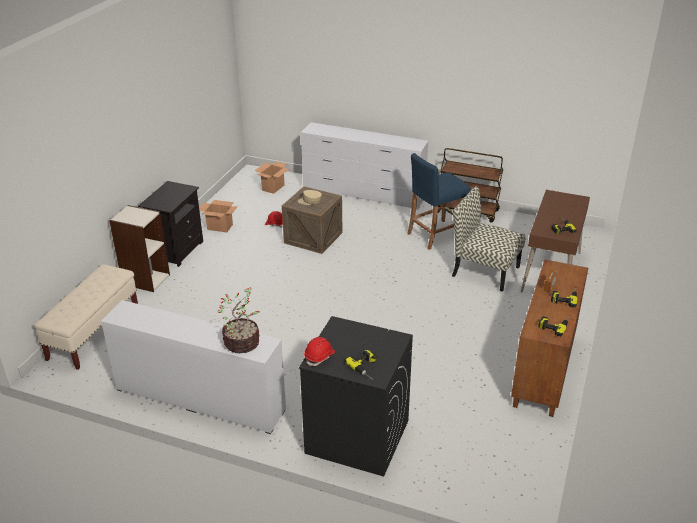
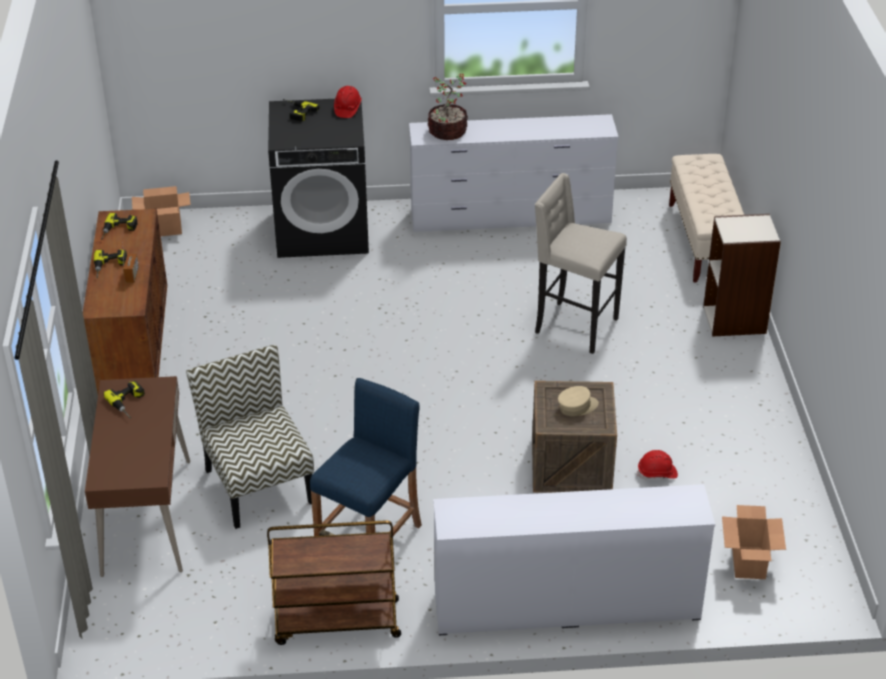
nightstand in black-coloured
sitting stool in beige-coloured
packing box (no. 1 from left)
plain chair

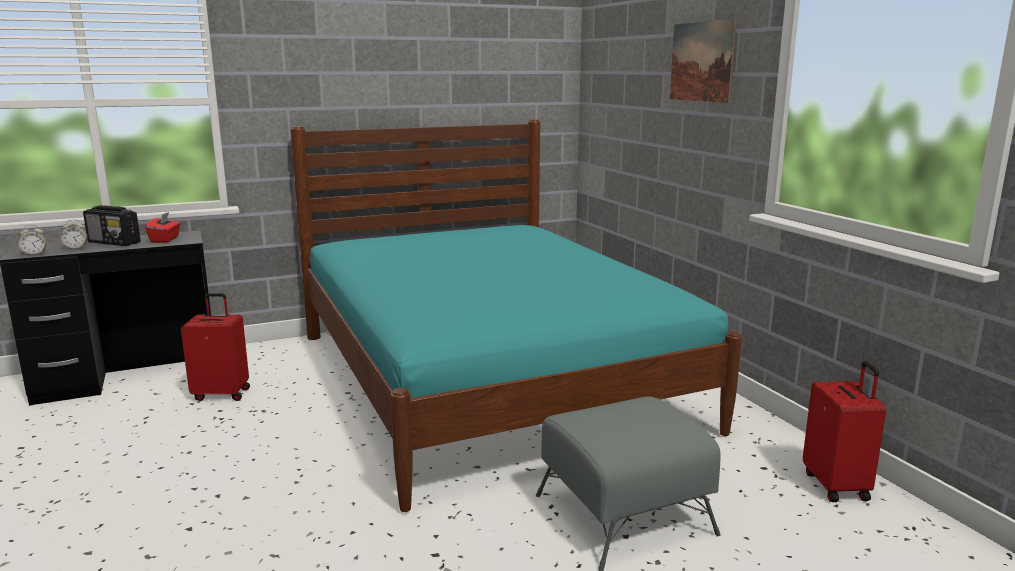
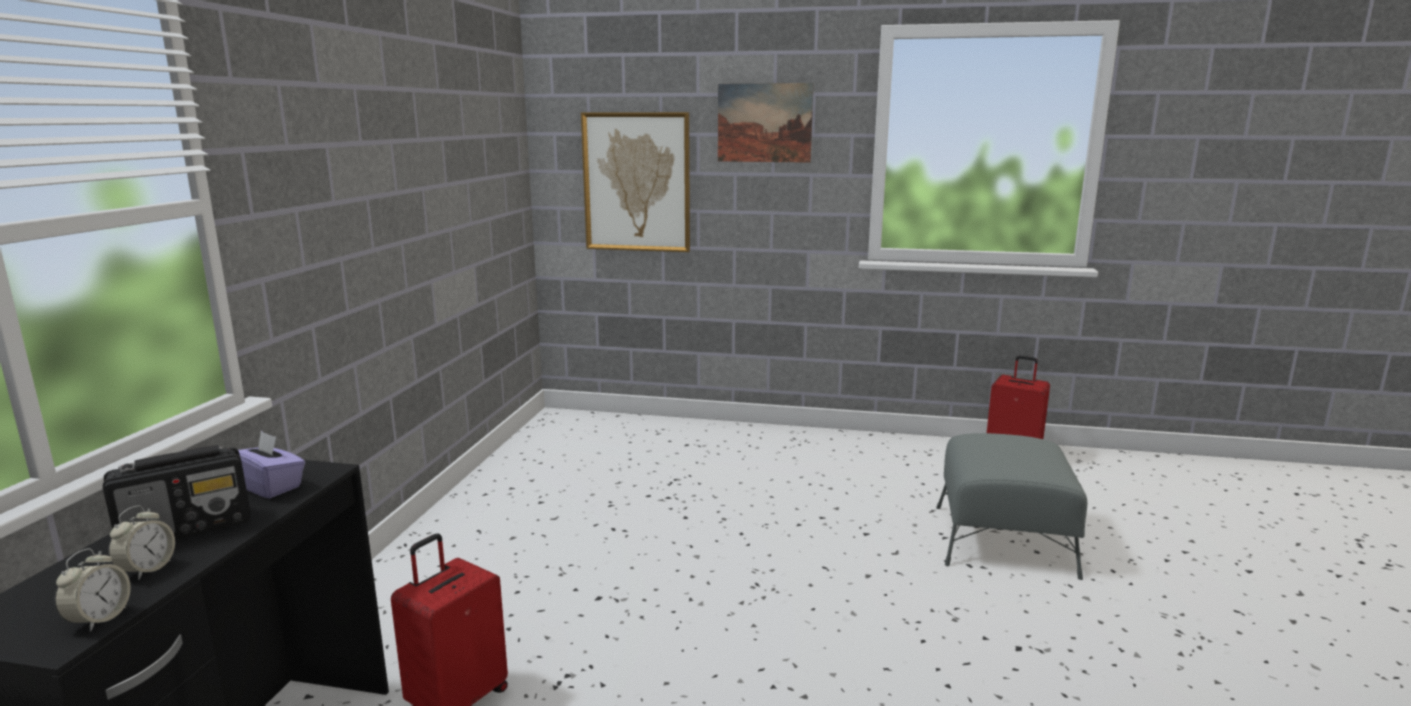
bed in turquoise
wall art (no. 1 from left)
box of tissues in purple-coloured

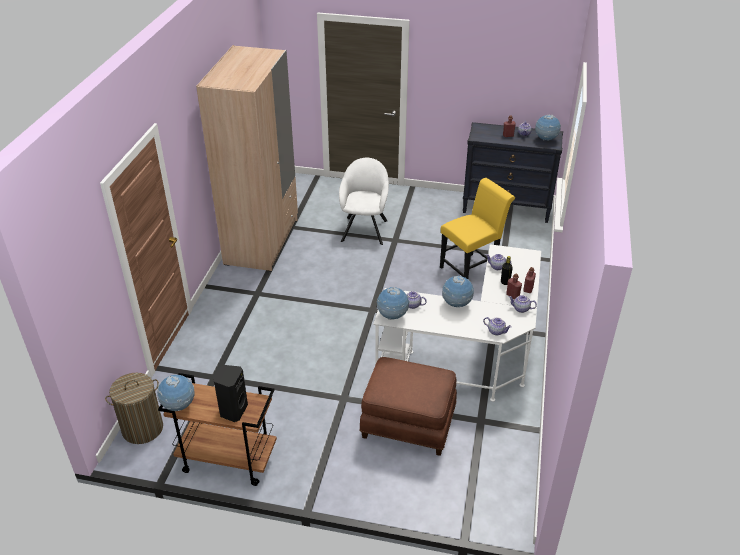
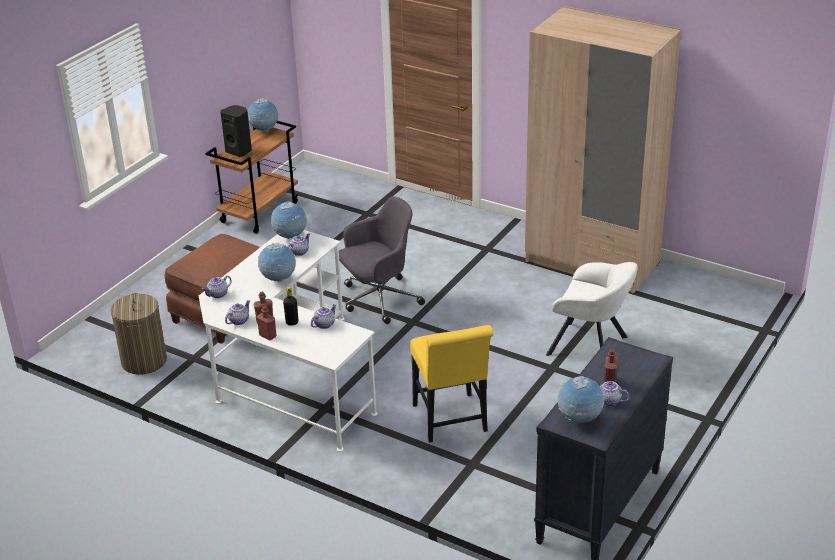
office chair in greyish
washing basket

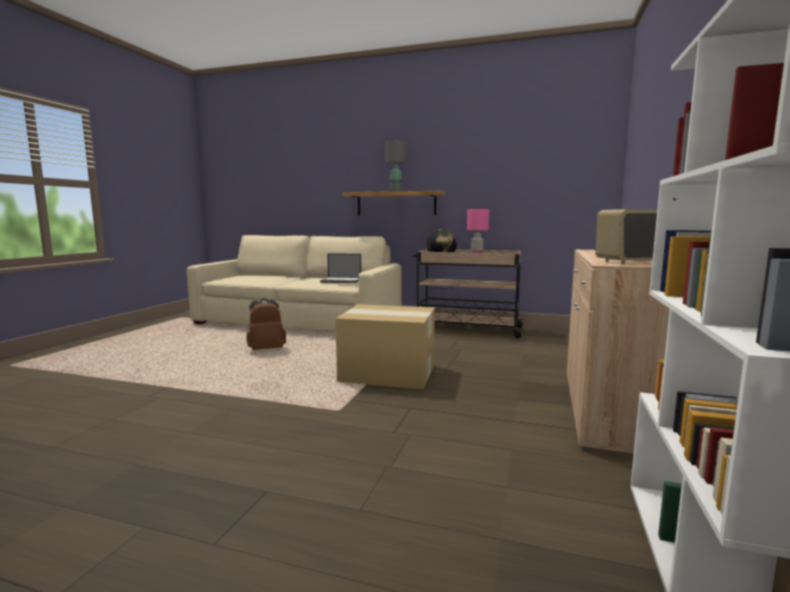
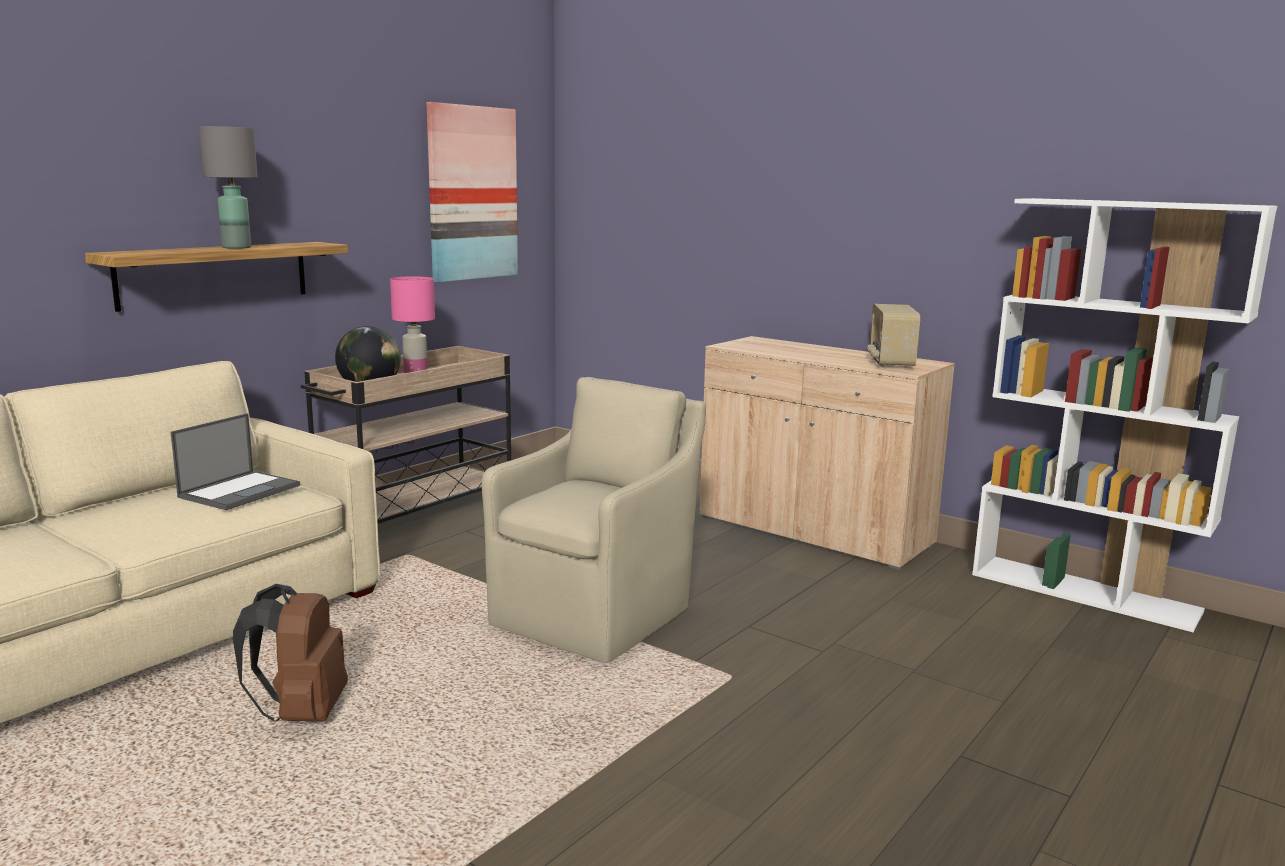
wall art
lounge chair in beige-coloured

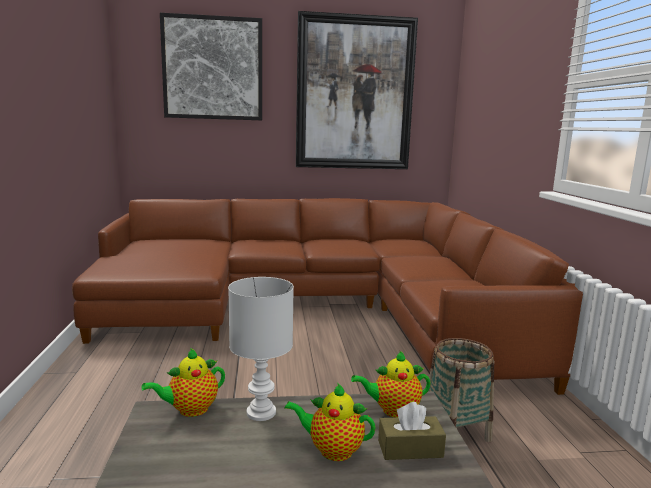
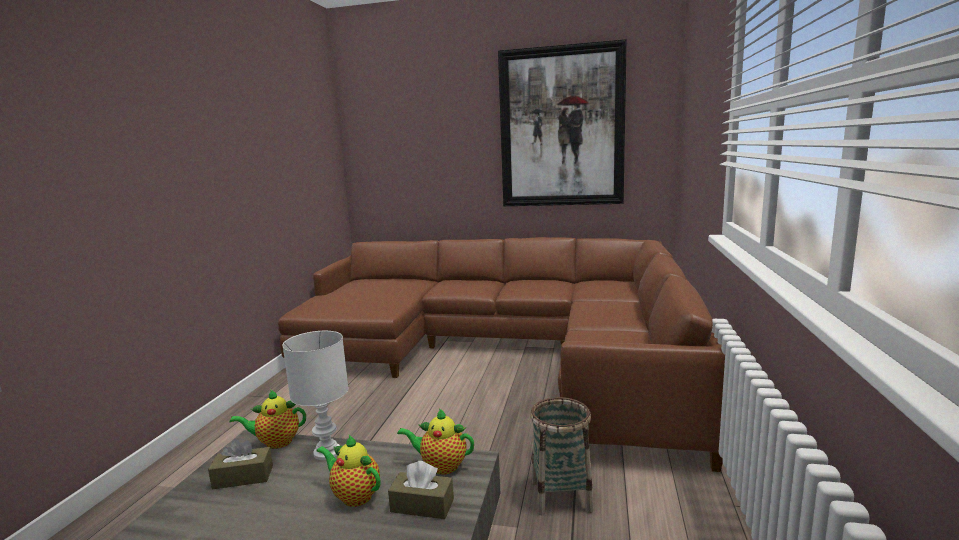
wall art (no. 1 from left in the first image)
box of tissues in brownish (no. 1 from left)

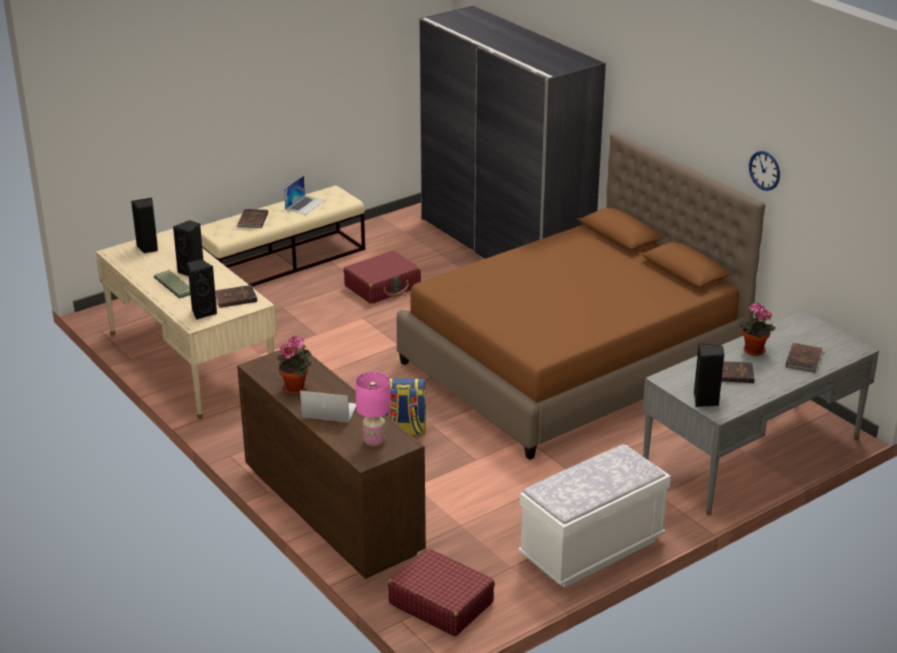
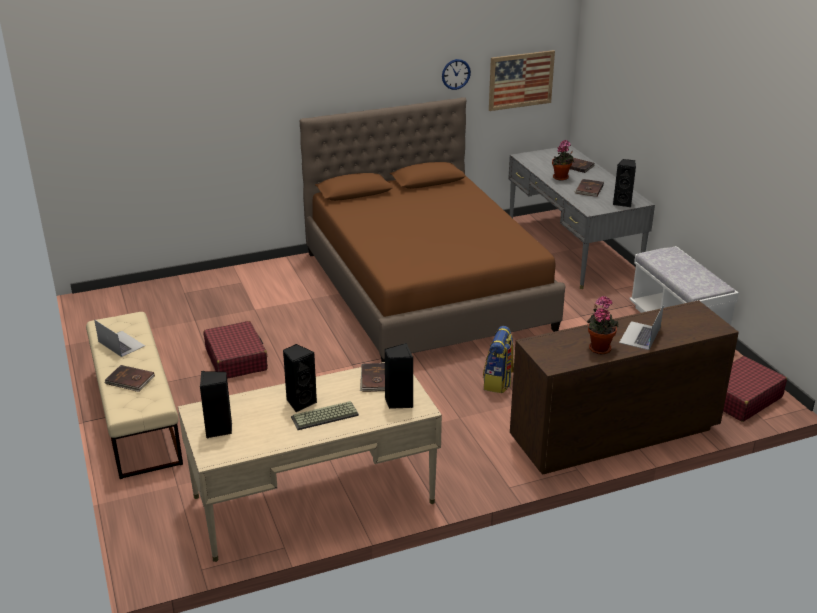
lamp for a table in pink-coloured
clothes cupboard in greyish
wall art

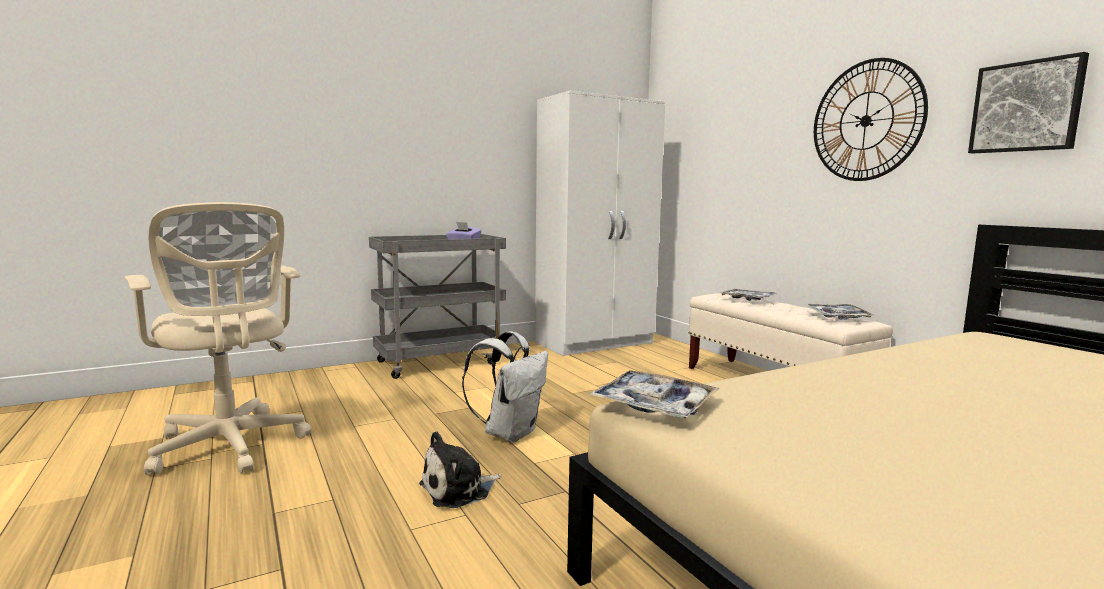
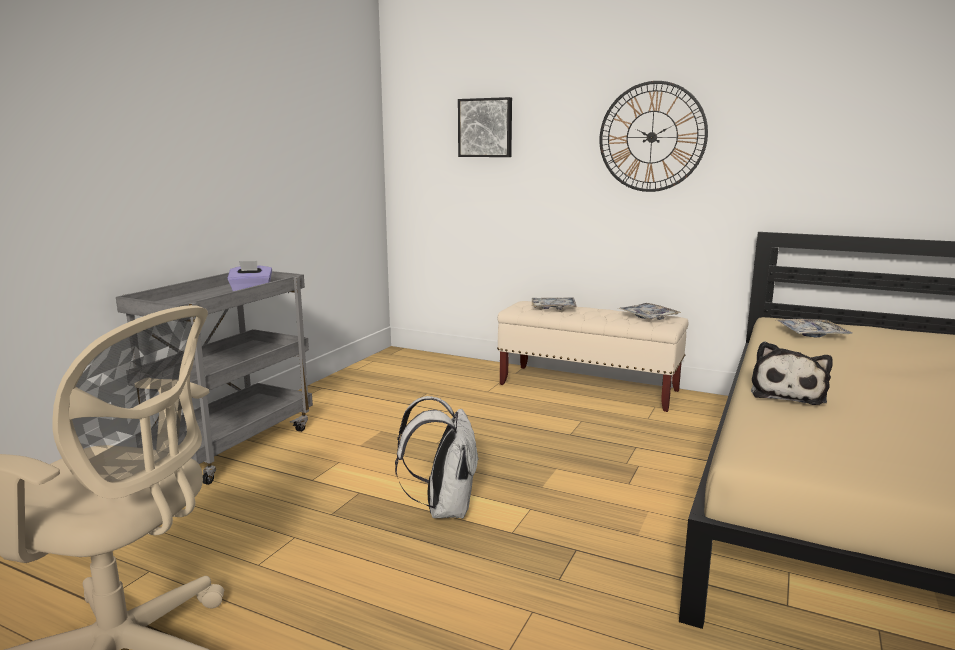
clothes cupboard in white
plush toy
serving tray (no. 3 from left)
wall art

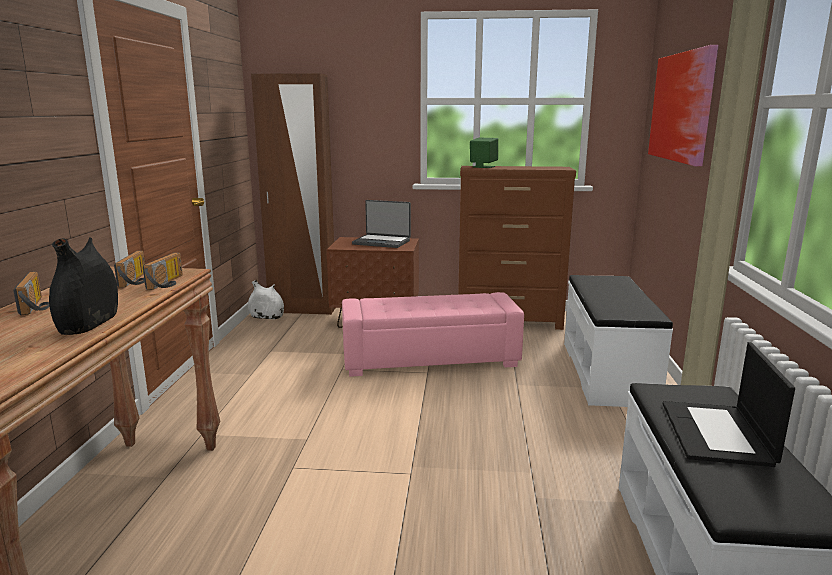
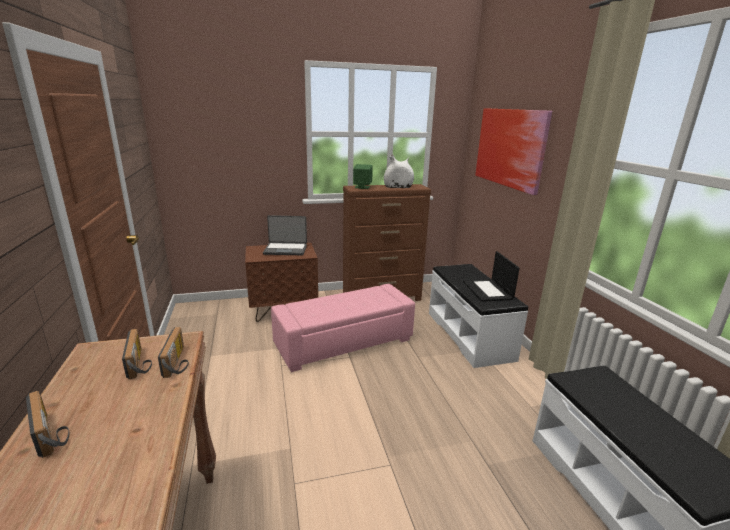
decorative vase in black-coloured
clothes cupboard in brownish
decorative vase in white
portable computer (no. 2 from left)

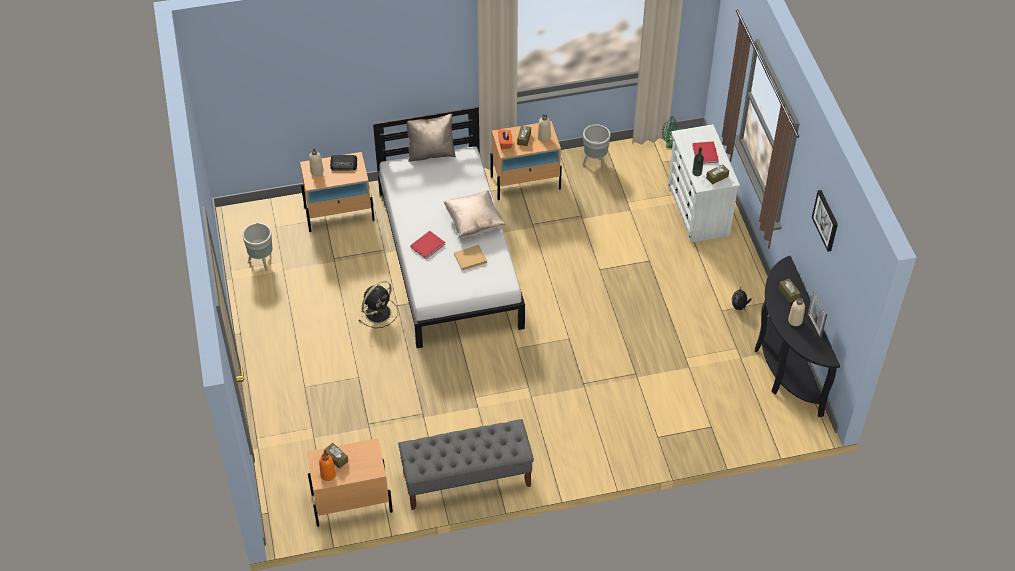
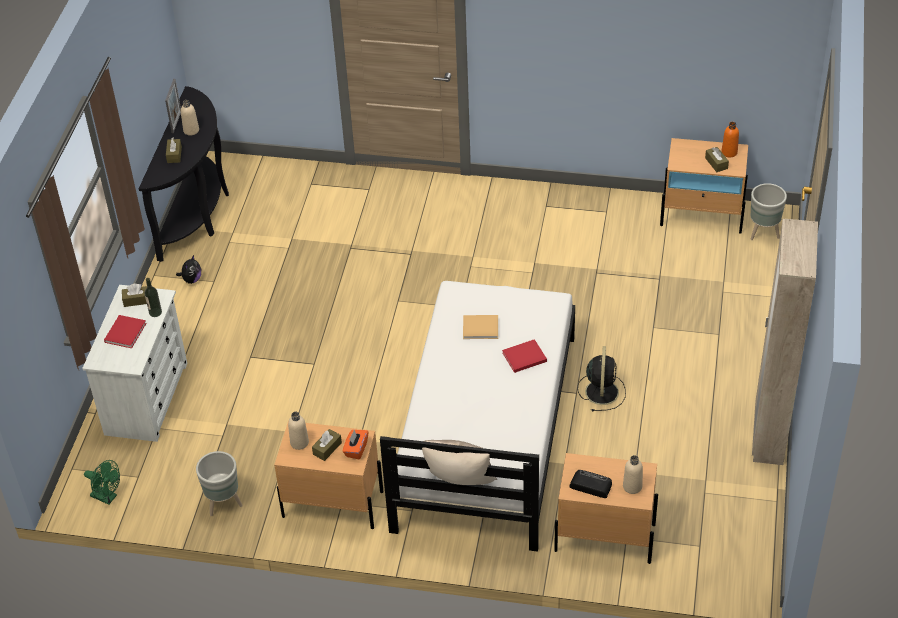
indoor bench in greyish
pillow in beige-coloured (no. 2 from left in the first image)
wall art
clothes cupboard in beige-coloured
plant pot in greyish (no. 2 from left)
fan in black-coloured

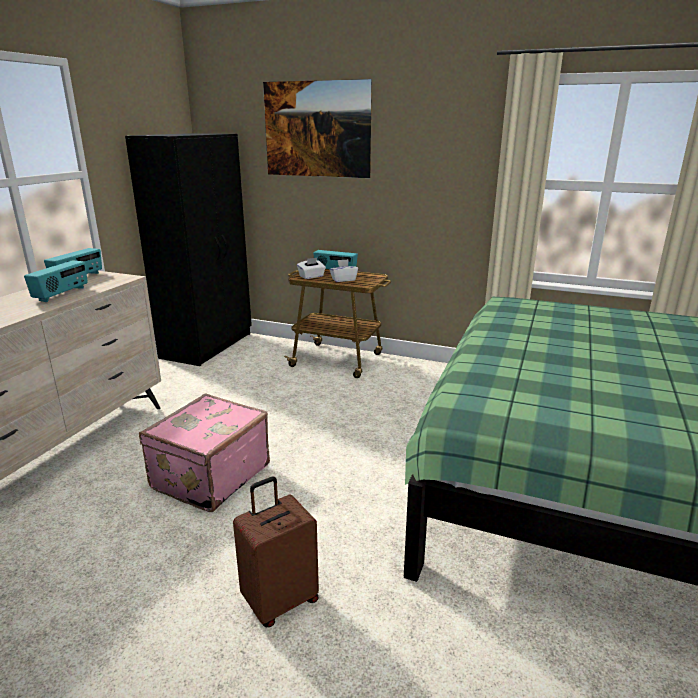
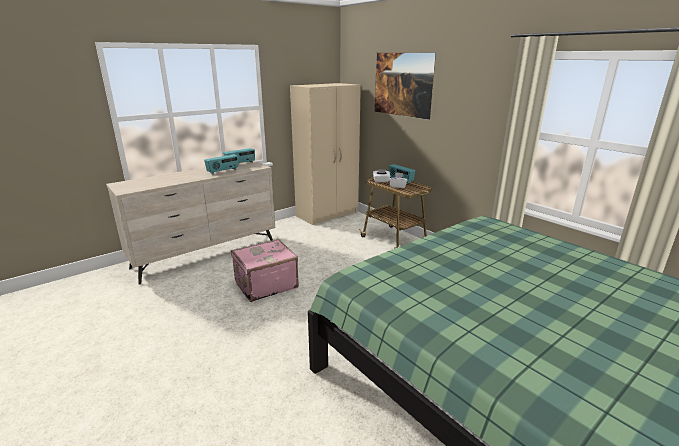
suitcase in brownish
clothes cupboard in beige-coloured

